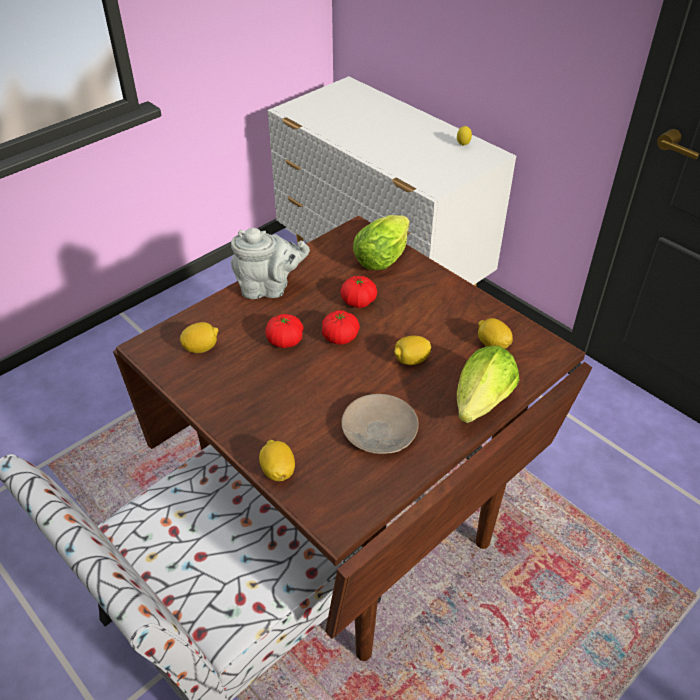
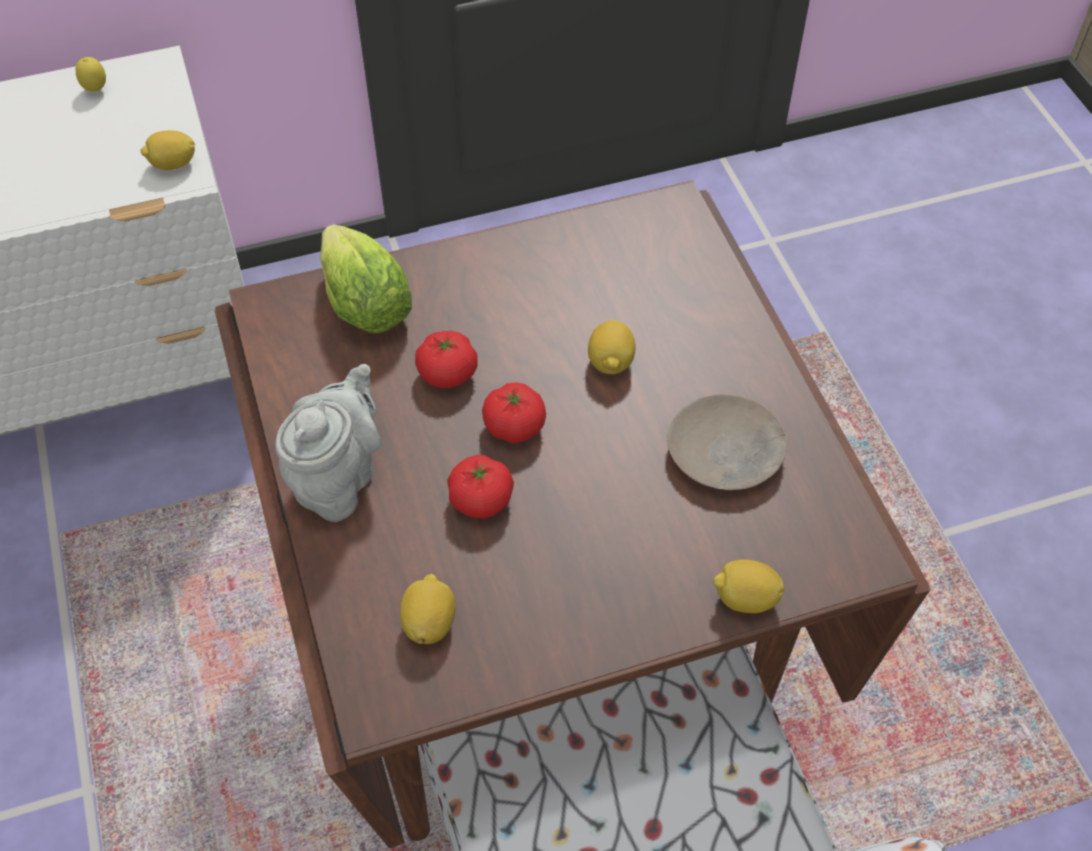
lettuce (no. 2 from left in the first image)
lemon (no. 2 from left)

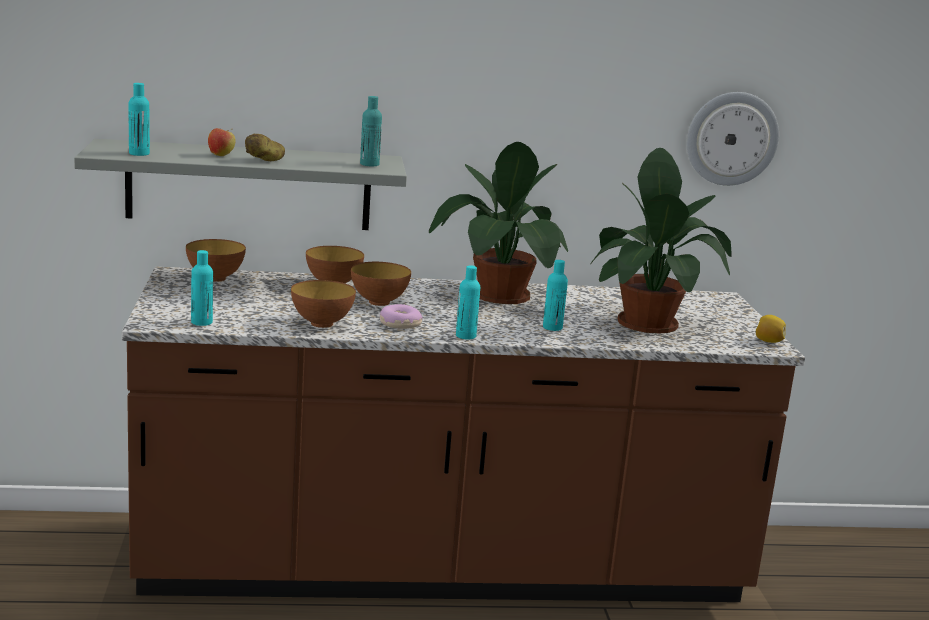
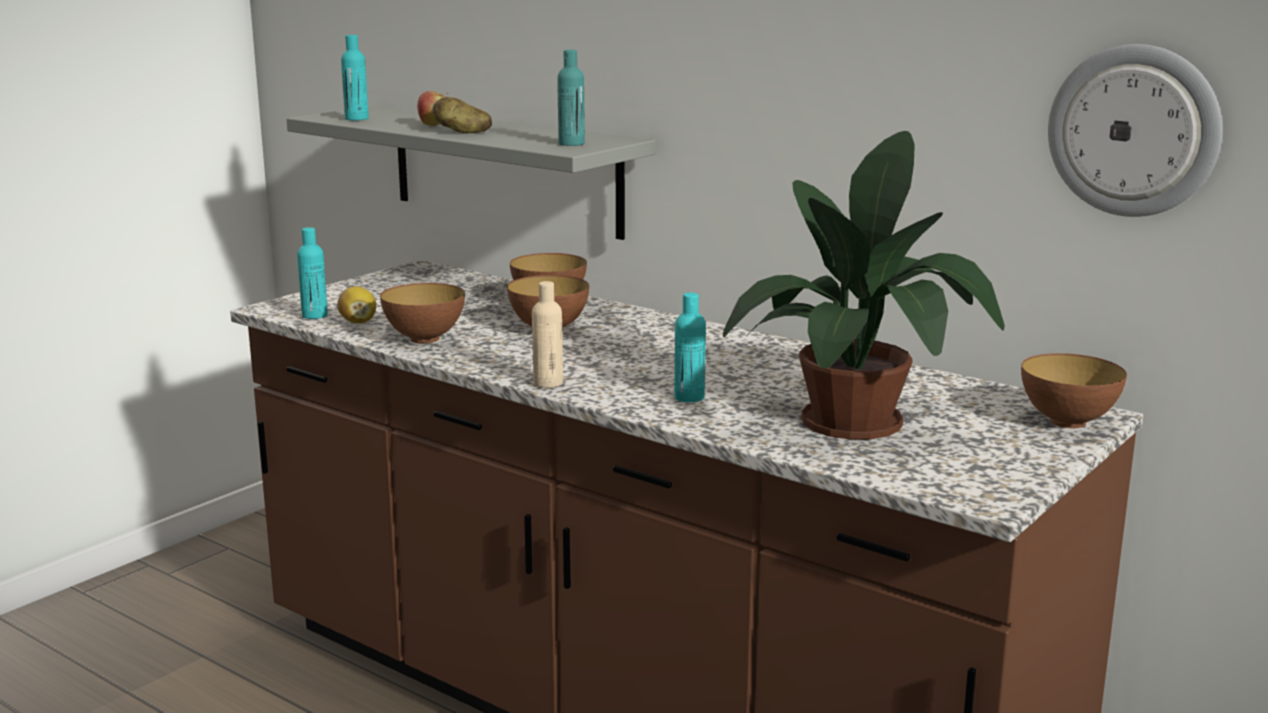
doughnut
houseplant (no. 1 from left in the first image)
serving bowl (no. 4 from left)
lemon
drink bottle in beige-coloured

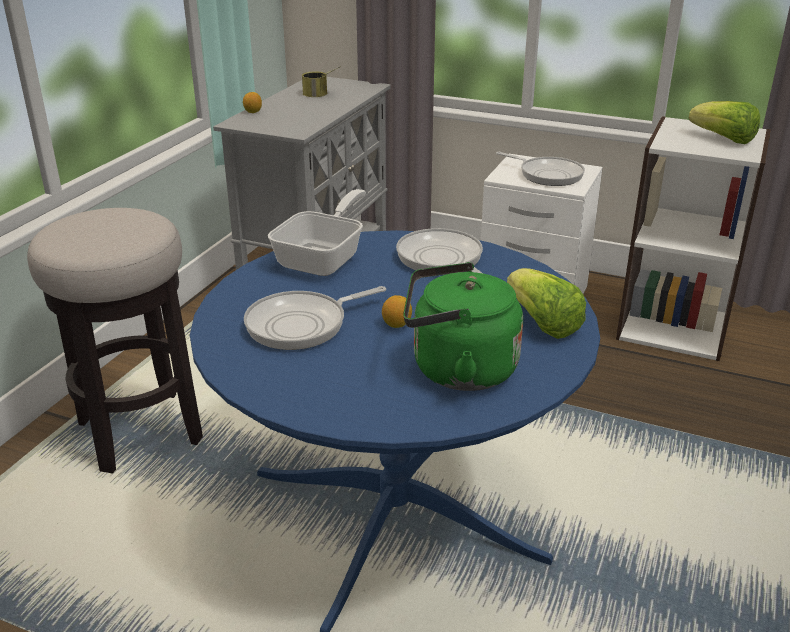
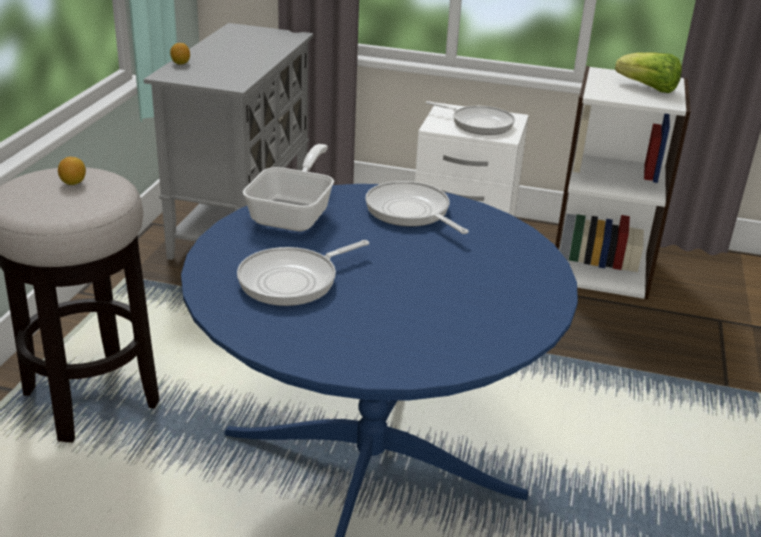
metal can
kettle in greenish
lettuce (no. 1 from left in the first image)
lemon (no. 1 from left)

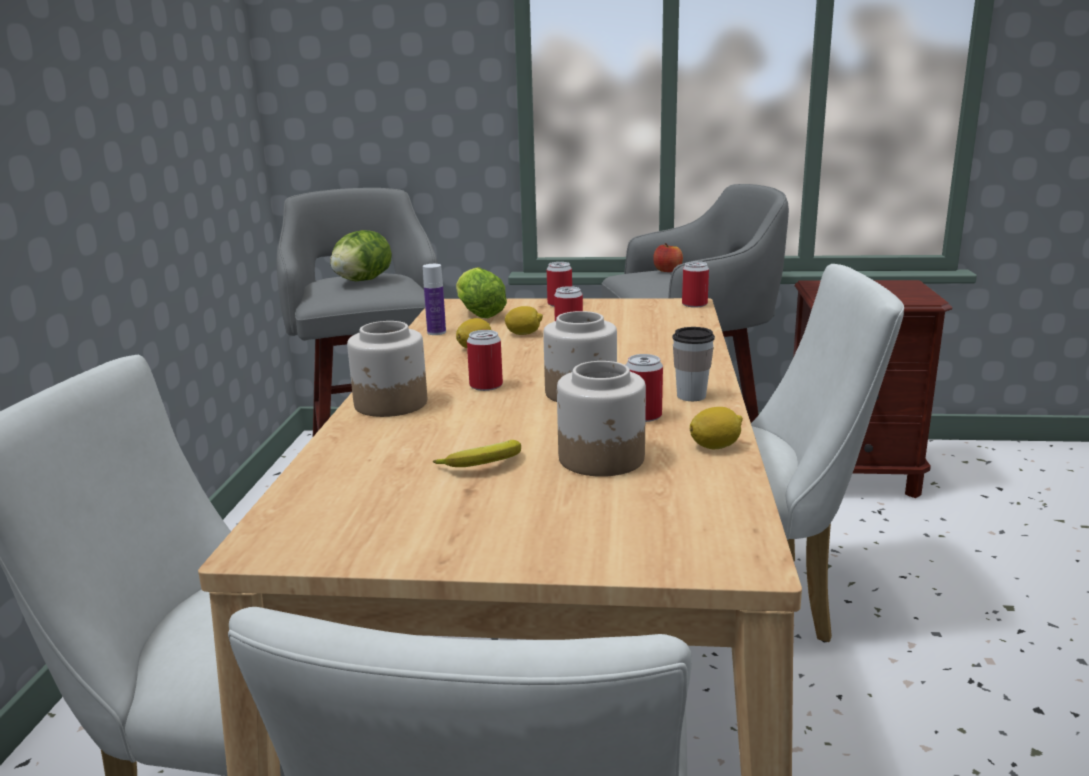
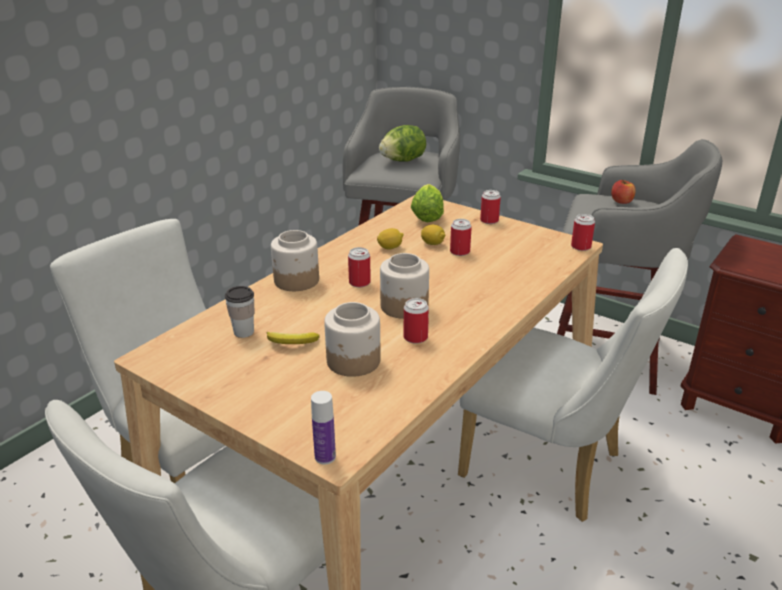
lemon (no. 3 from left in the first image)
drink bottle
cup

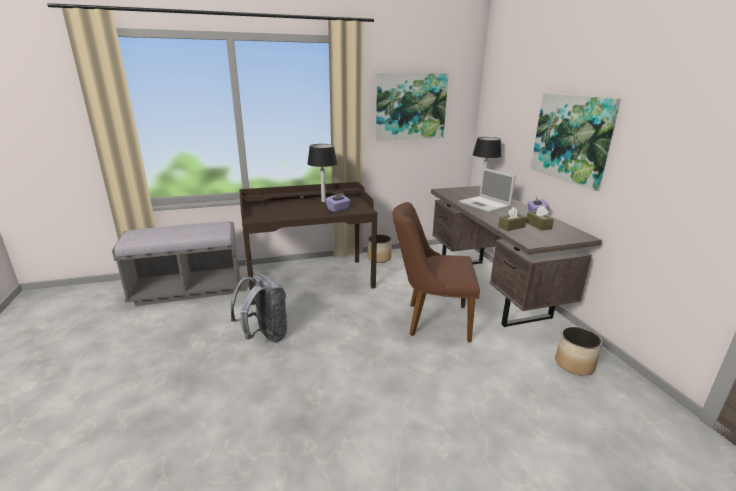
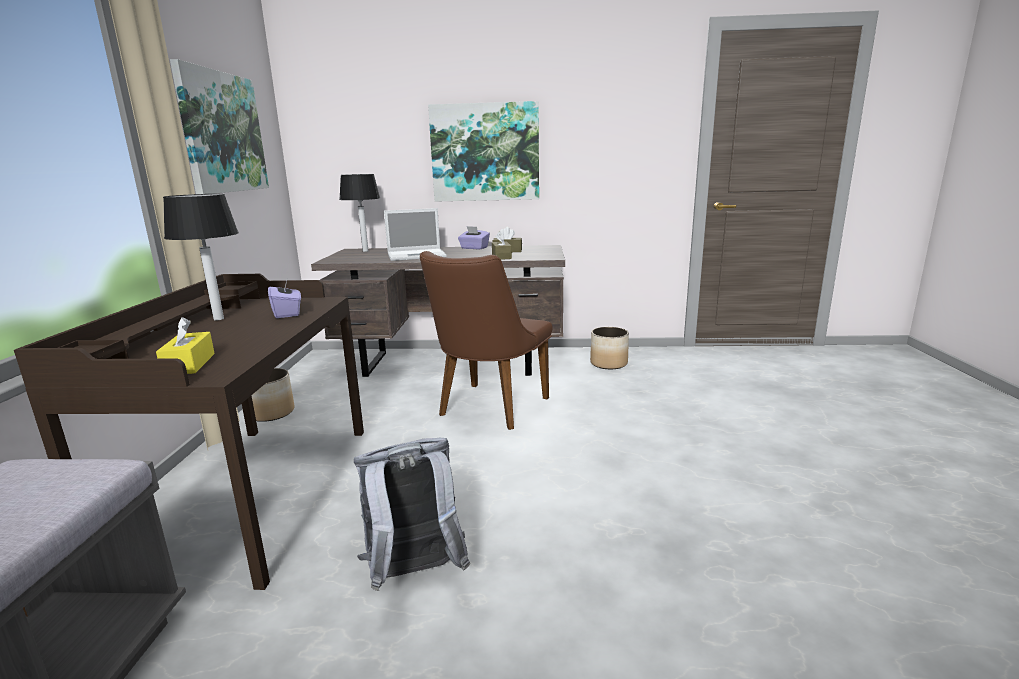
box of tissues in yellow

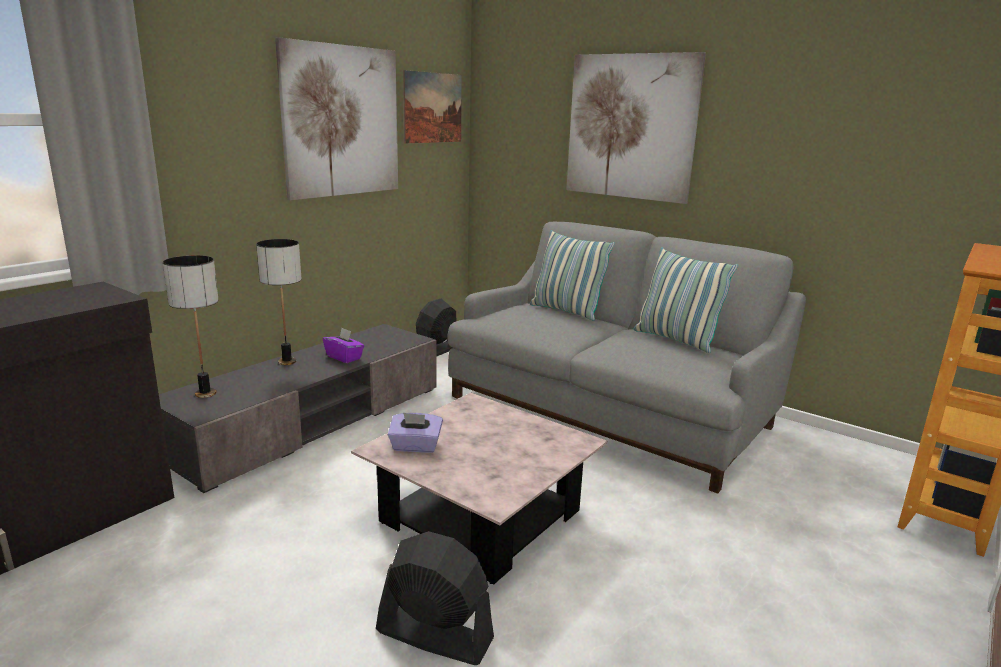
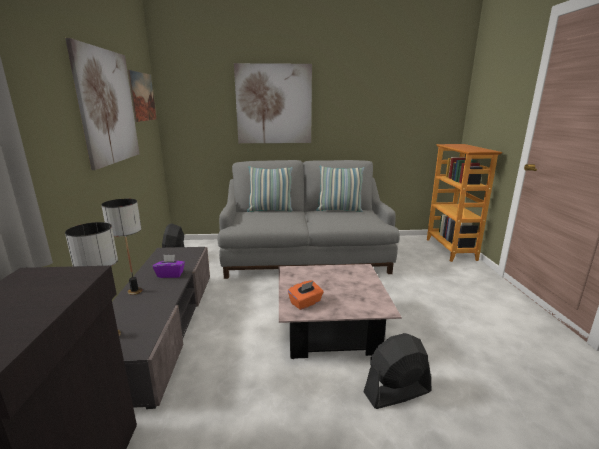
box of tissues in orange-coloured

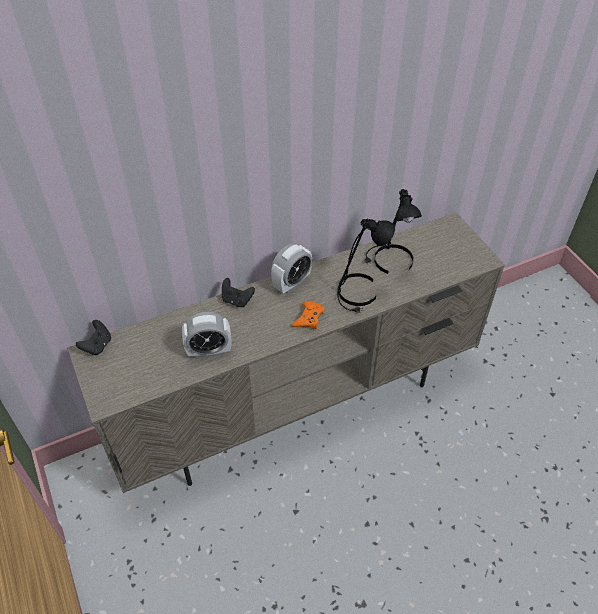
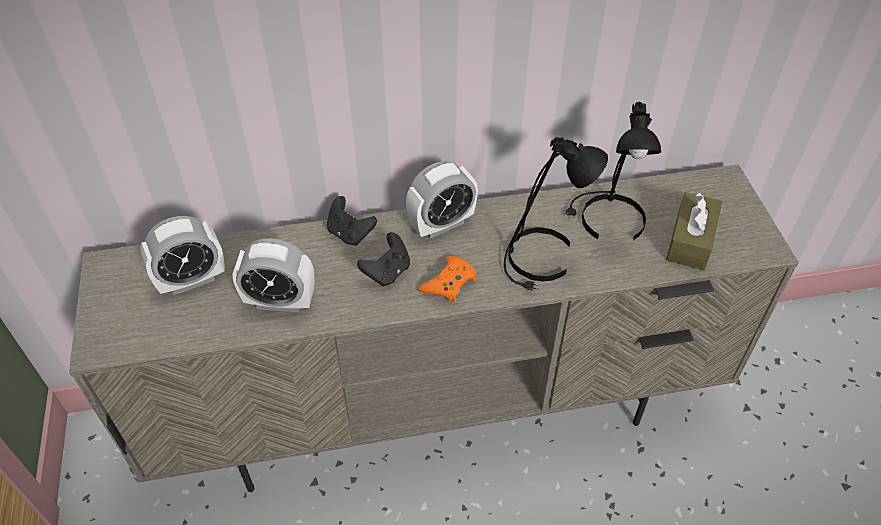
bedside clock (no. 1 from left)
box of tissues in brownish
game controller in black-coloured (no. 2 from left)

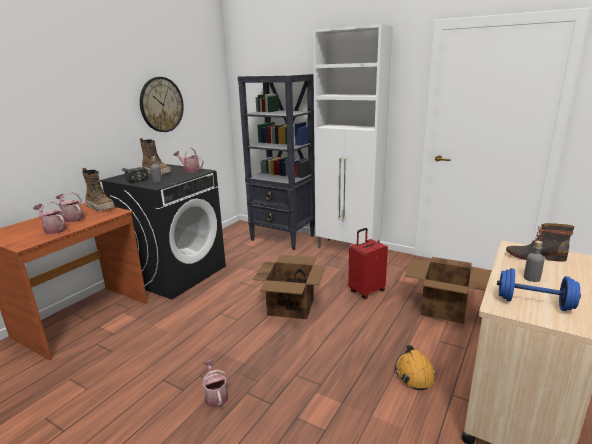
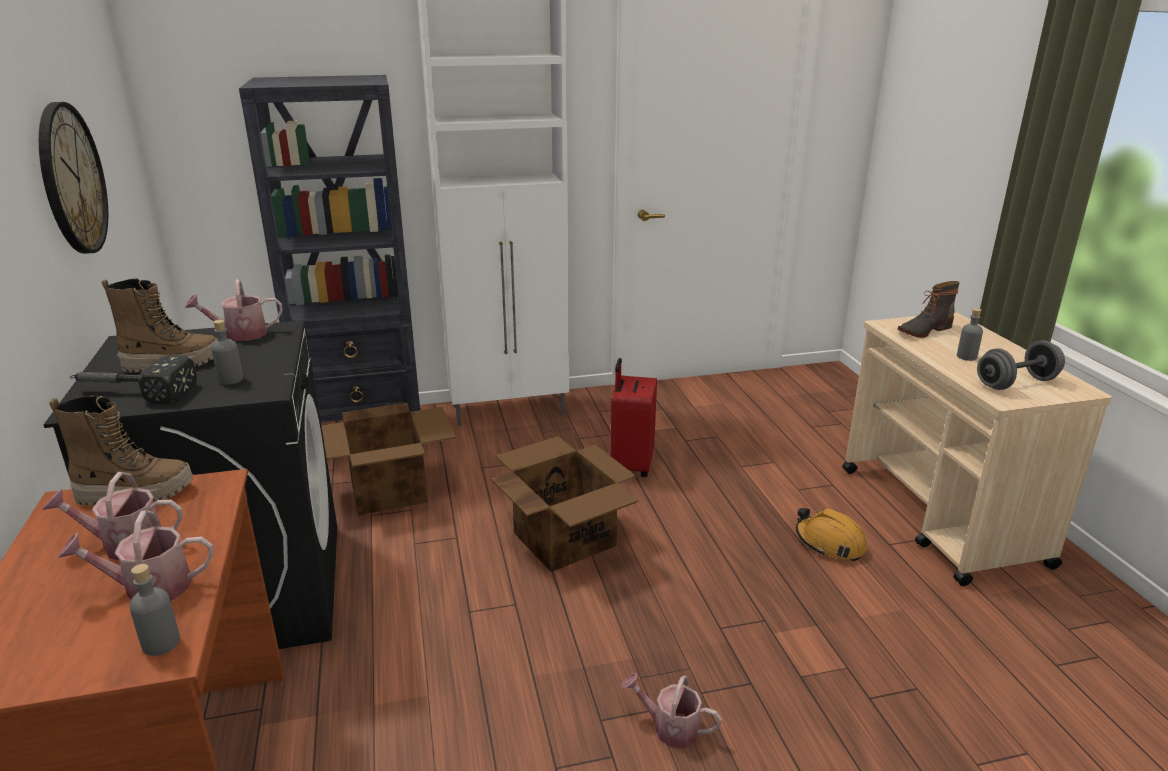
drink bottle in greyish (no. 1 from left)
packing box (no. 1 from left)
hand weight in greyish

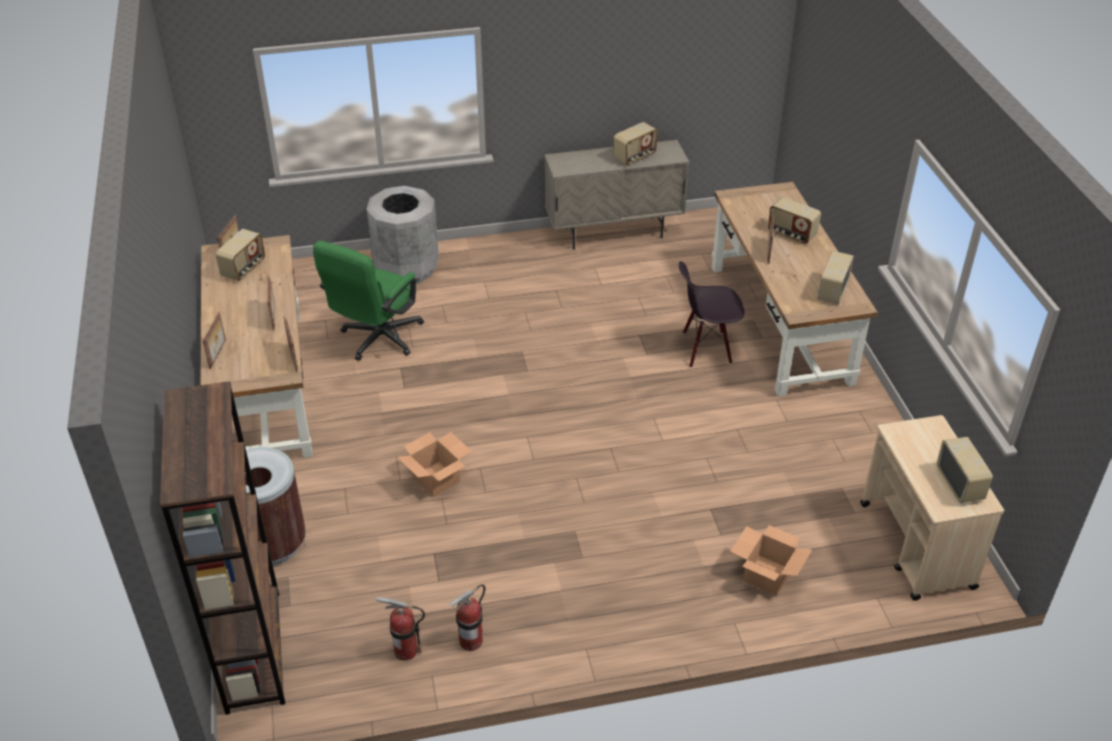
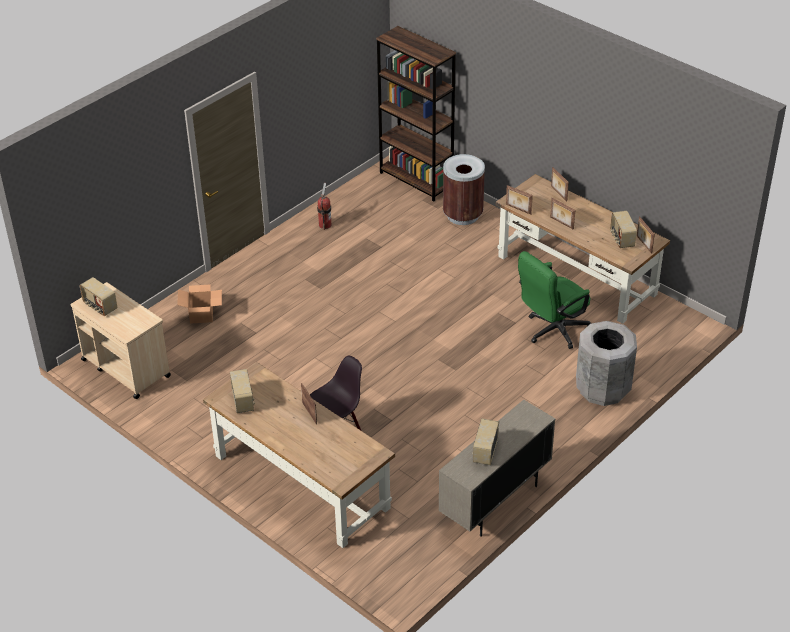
fire extinguisher (no. 1 from left in the first image)
packing box (no. 1 from left in the first image)
radio (no. 3 from left in the first image)
office chair in greenish

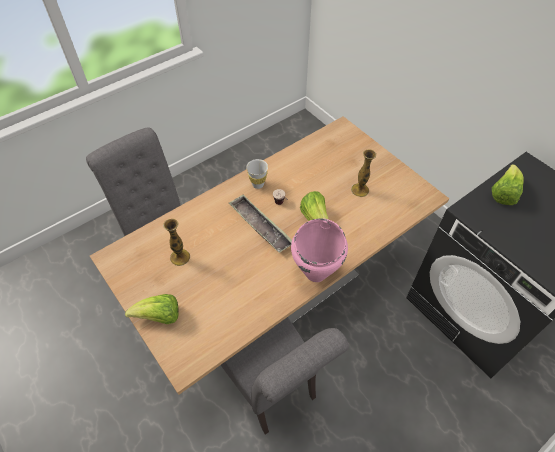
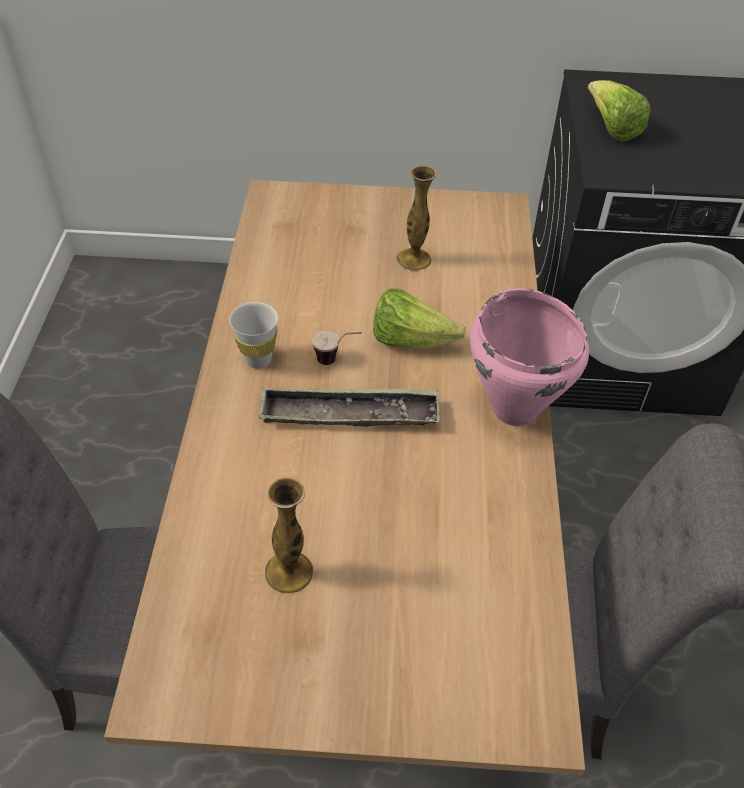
lettuce (no. 1 from left in the first image)

